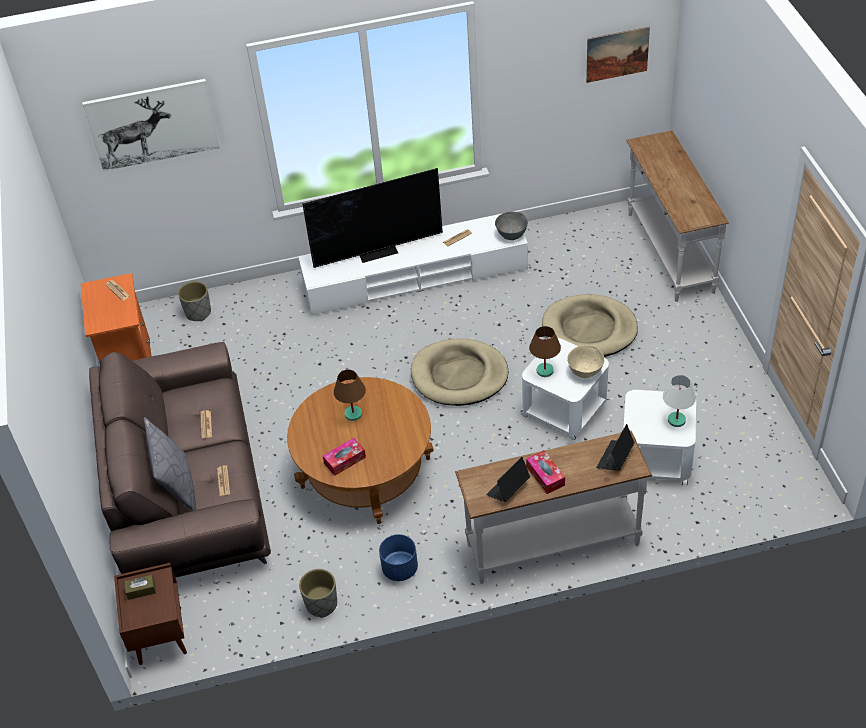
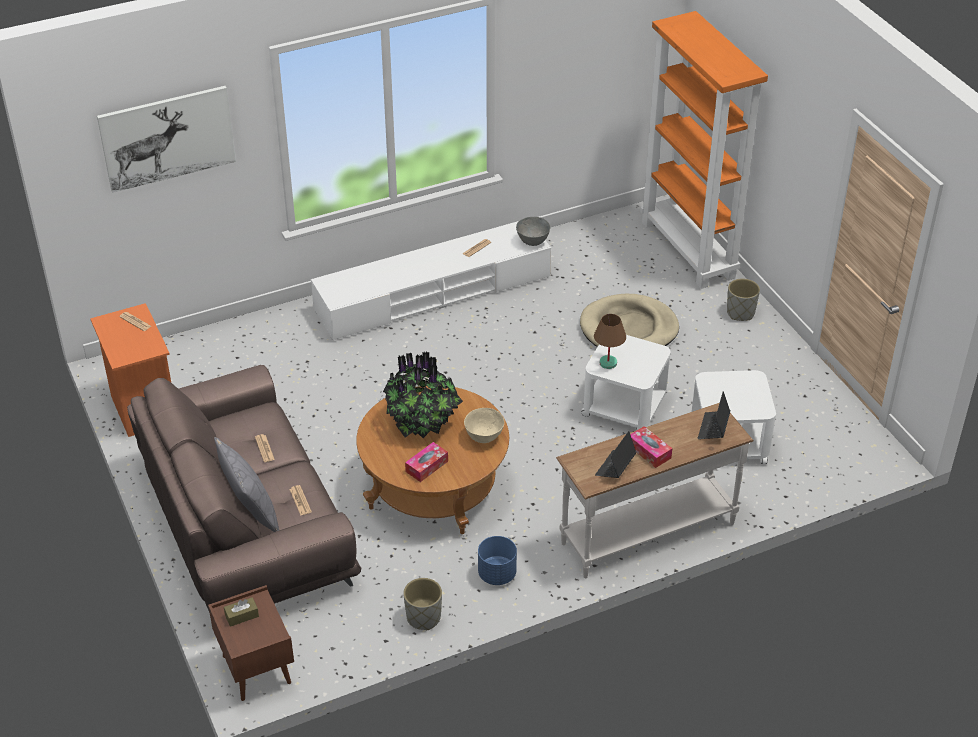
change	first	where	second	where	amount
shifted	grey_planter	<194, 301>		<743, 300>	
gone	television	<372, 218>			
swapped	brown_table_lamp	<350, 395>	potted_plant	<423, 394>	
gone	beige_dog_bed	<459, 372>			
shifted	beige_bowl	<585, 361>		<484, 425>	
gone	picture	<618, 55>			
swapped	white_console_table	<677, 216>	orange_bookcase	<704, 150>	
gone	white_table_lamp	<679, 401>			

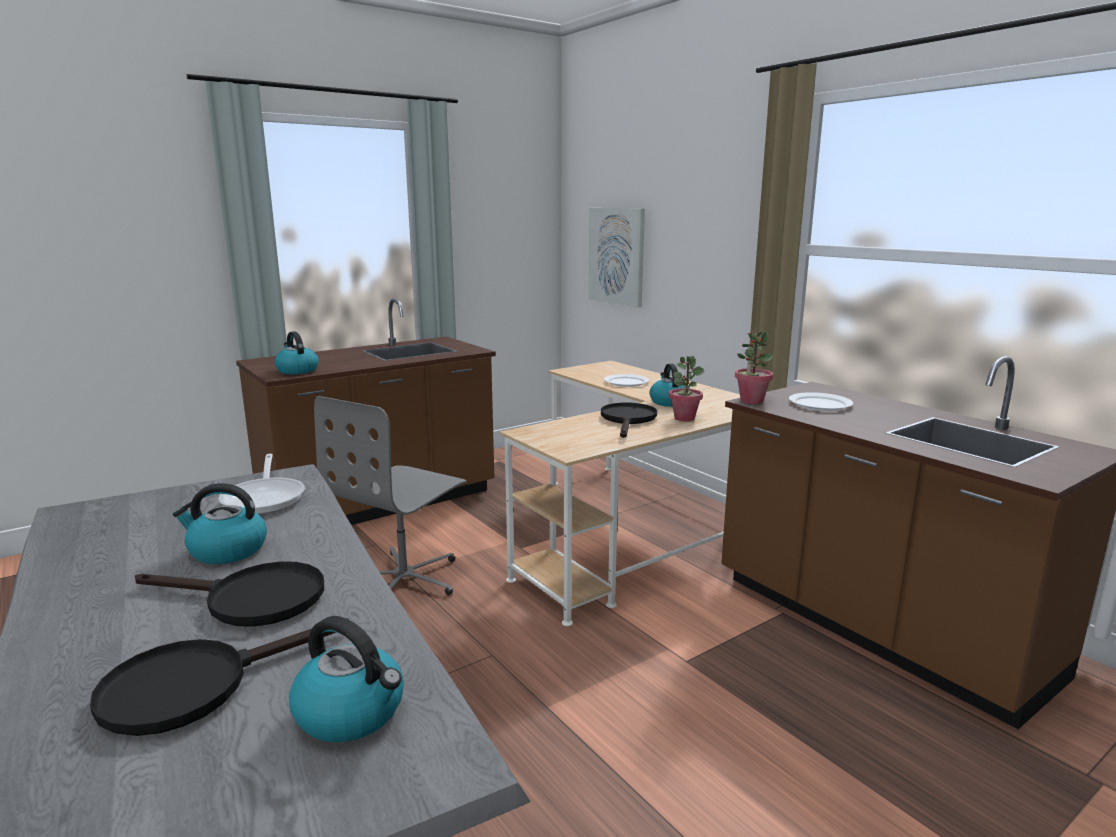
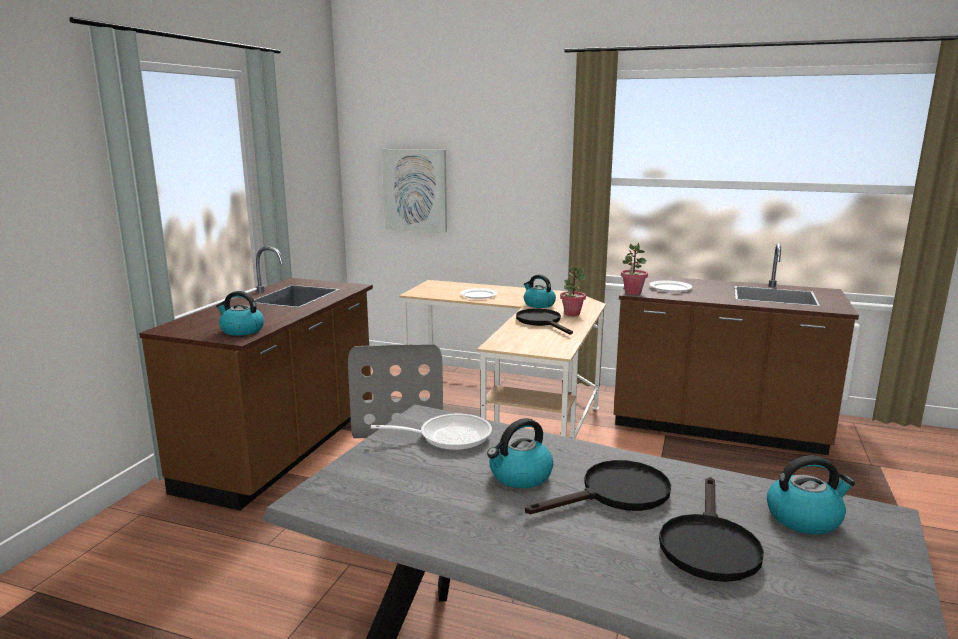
change	first	where	second	where	amount
rotated	frying_pan	<262, 484>		<431, 432>	45 degrees counterclockwise

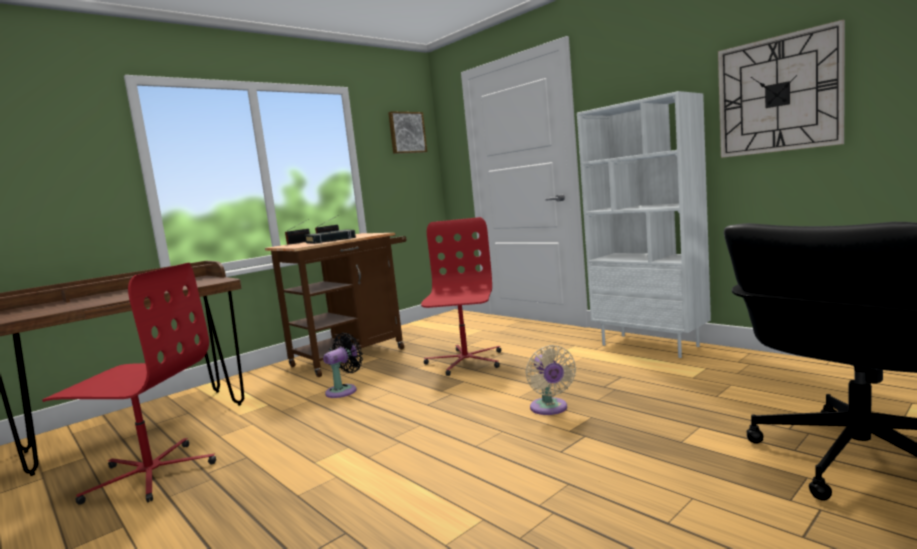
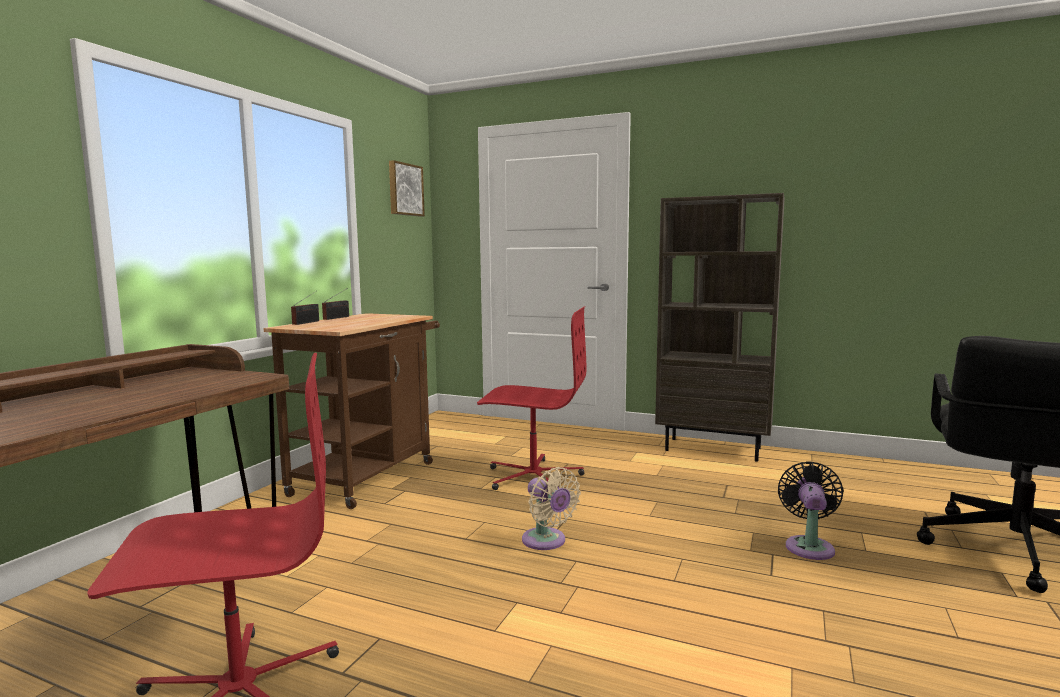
change	first	where	second	where	amount
gone	black_book	<330, 237>			
shifted	black_fan	<343, 365>		<811, 510>	
rotated	red_office_chair	<461, 296>		<531, 398>	120 degrees clockwise
shifted	beige_fan	<550, 380>		<551, 508>	
repainted	white_bookcase	<644, 224>	brown_bookcase	<720, 327>	
gone	wall_clock	<781, 88>			

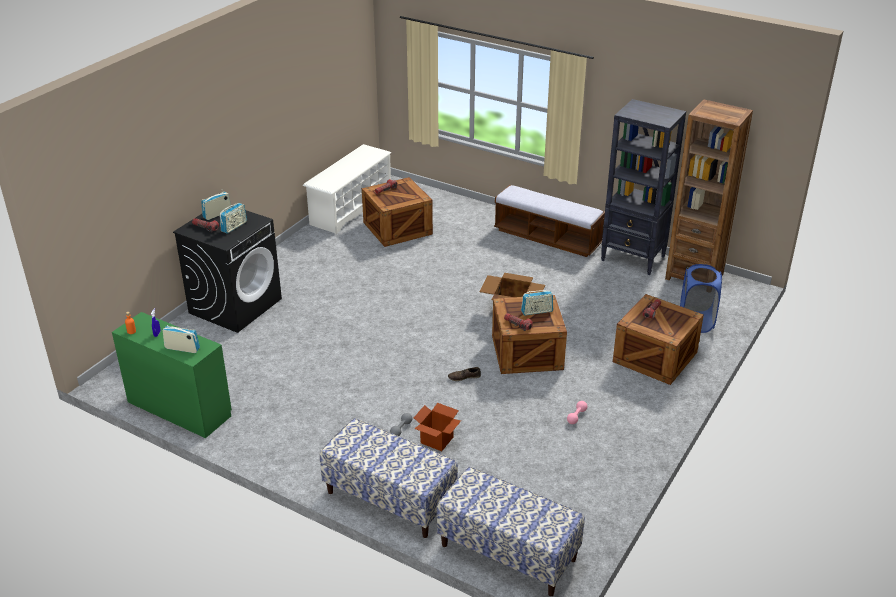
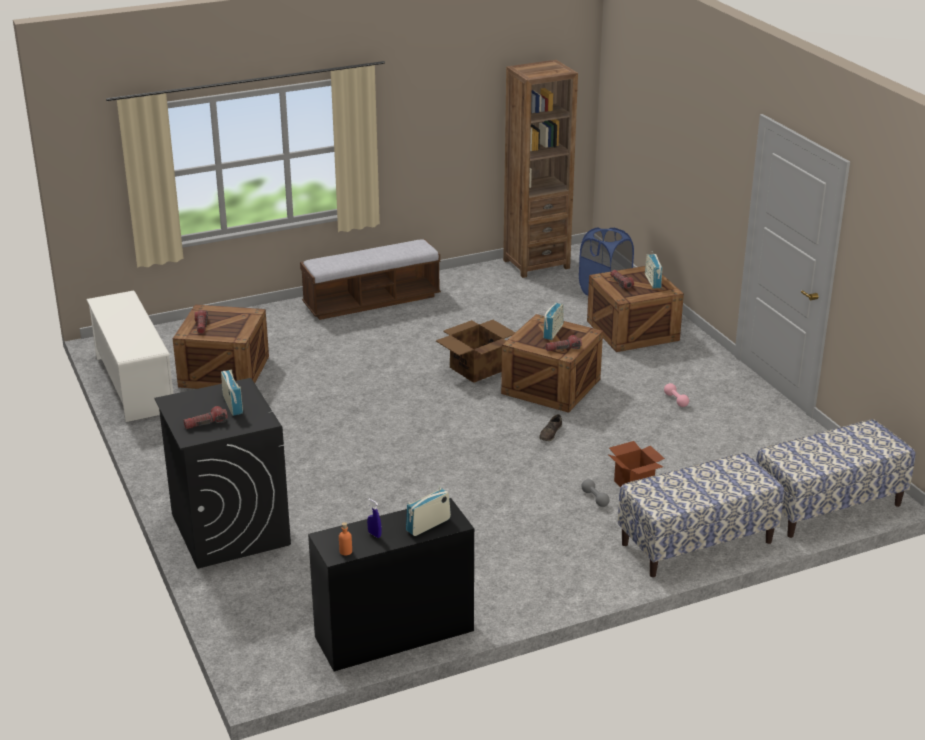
change	first	where	second	where	amount
repainted	green_desk	<172, 375>	black_desk	<391, 584>	
shifted	radio	<216, 204>		<653, 270>	
gone	black_bookcase	<643, 187>			

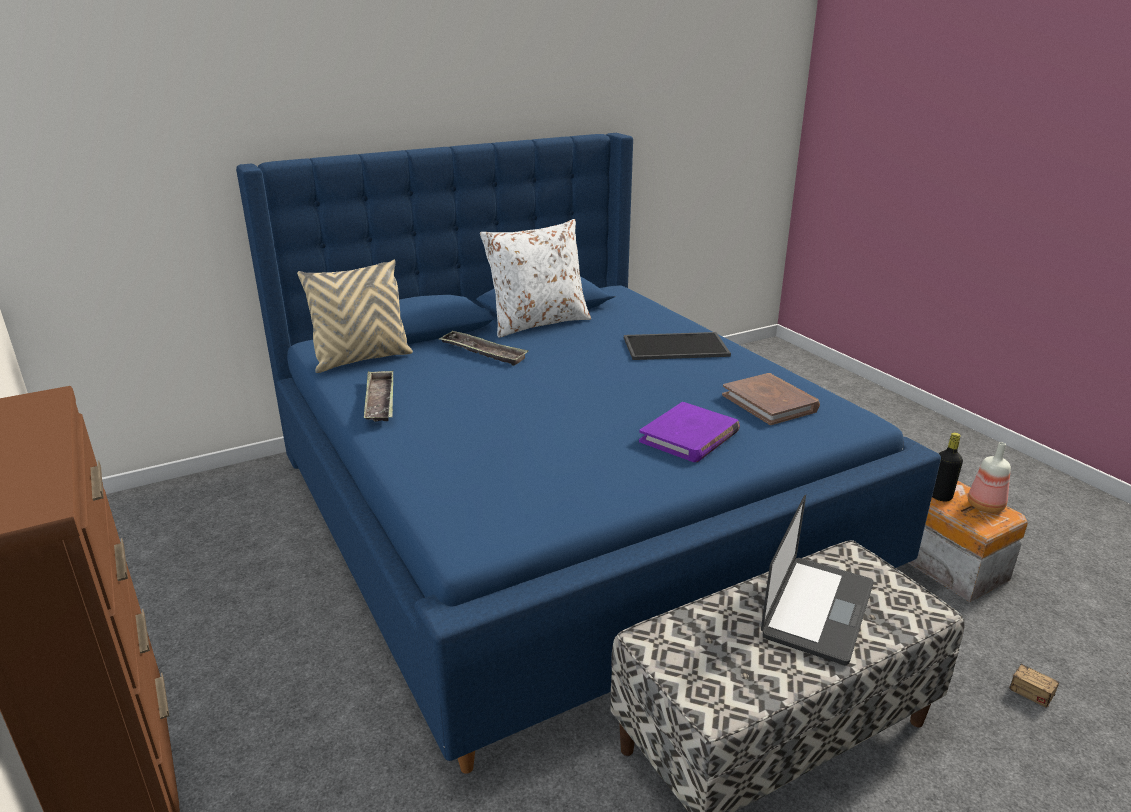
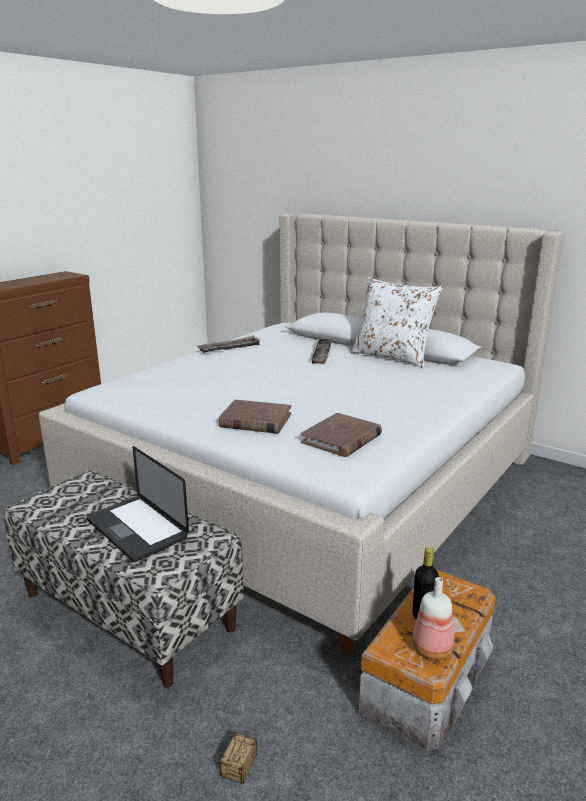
change	first	where	second	where	amount
repainted	blue_bed	<588, 453>	beige_bed	<301, 433>	
gone	beige_pillow	<355, 316>			
gone	tray	<677, 346>			
repainted	purple_book	<689, 432>	brown_book	<254, 417>	
rotated	laptop	<817, 580>		<137, 504>	45 degrees clockwise

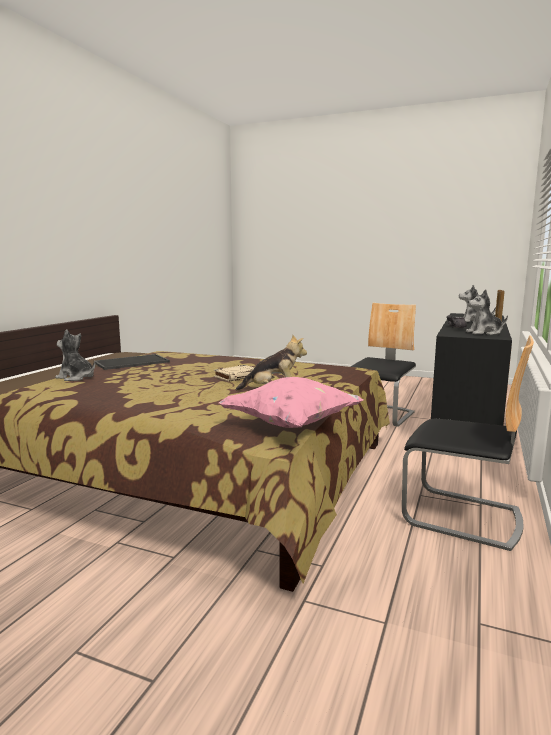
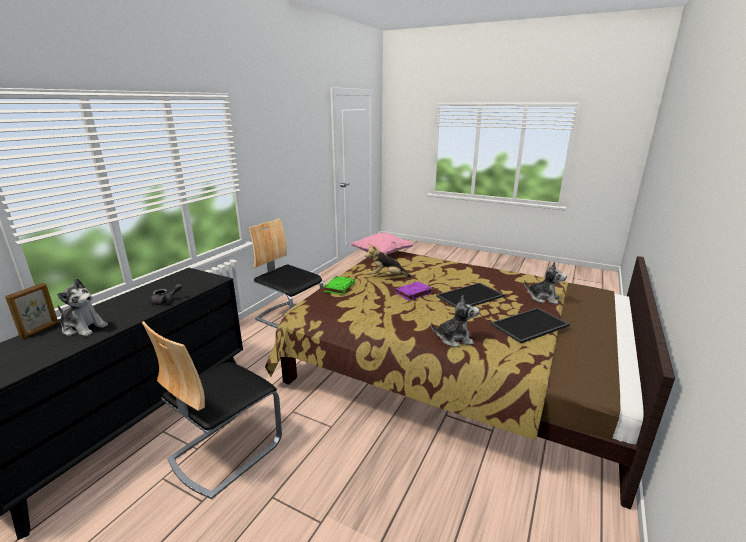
change	first	where	second	where	amount
repainted	beige_book	<234, 373>	purple_book	<413, 291>	
shifted	plush_toy	<487, 312>		<455, 321>	
new			green_book	<339, 285>	
new			tray	<470, 295>	

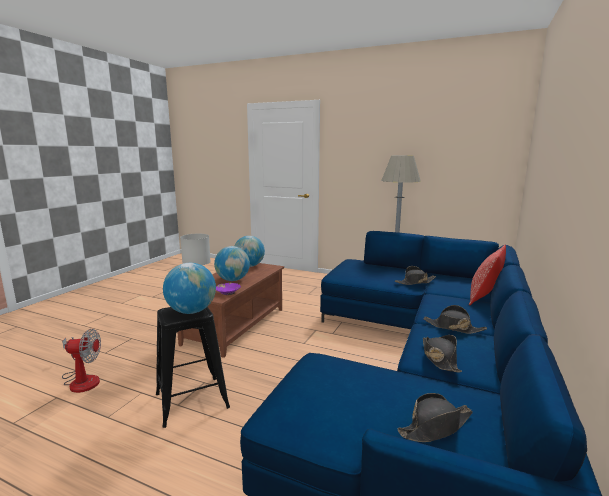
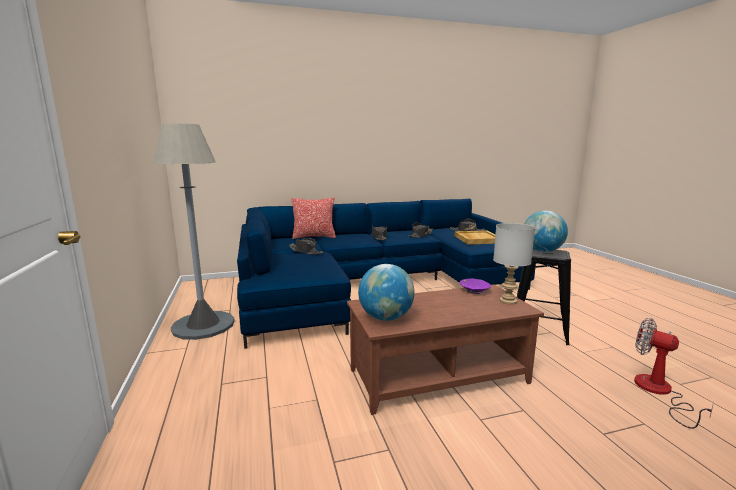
change	first	where	second	where	amount
gone	globe	<232, 263>			
new			beige_tray	<475, 237>	

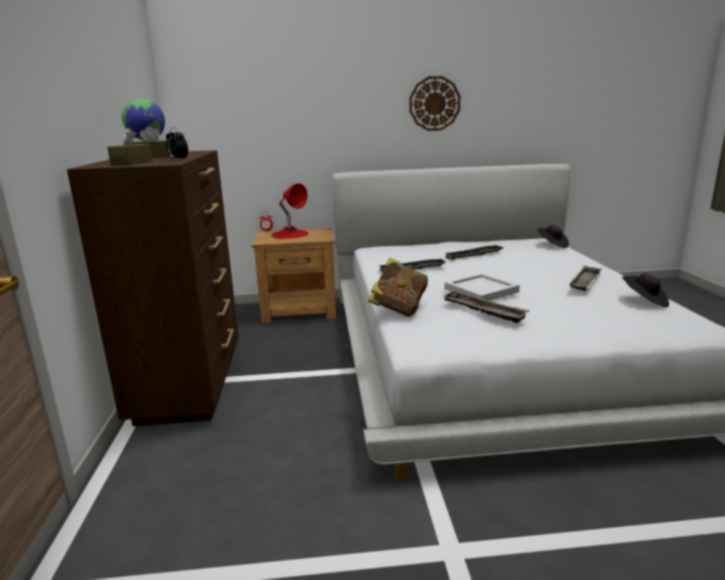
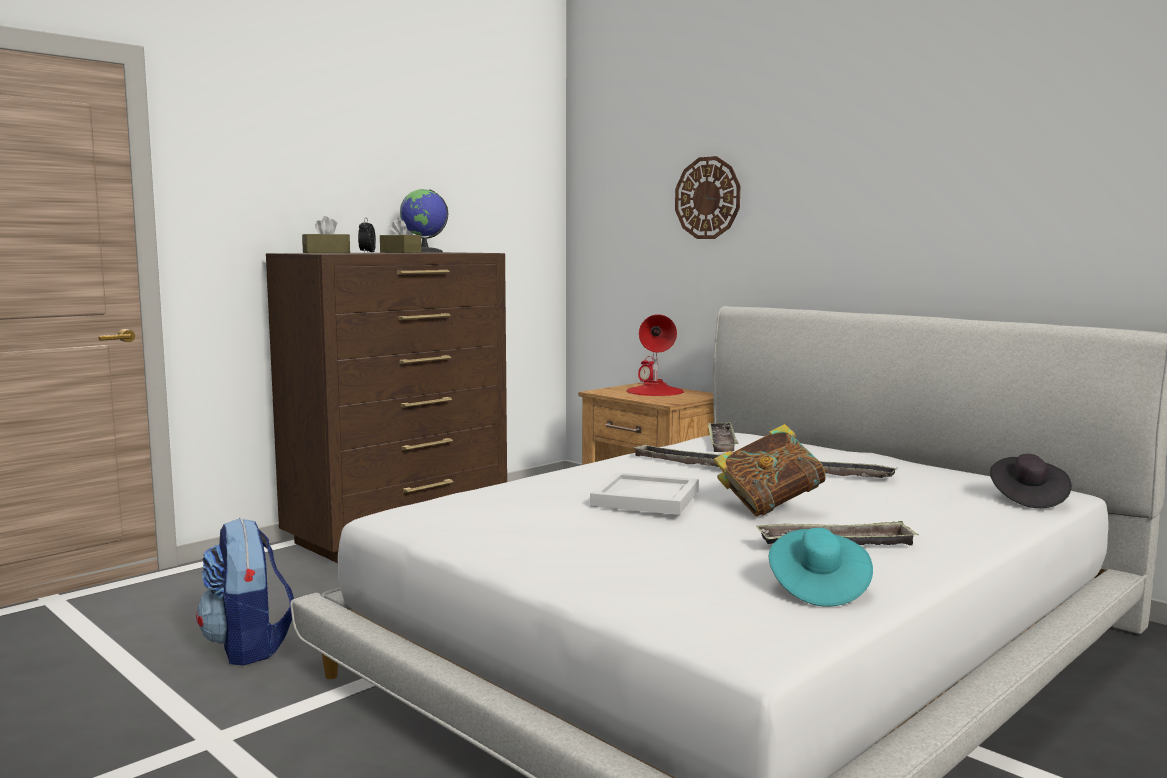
change	first	where	second	where	amount
shifted	book	<398, 287>		<771, 470>	
shifted	wall_clock	<435, 103>		<707, 197>	
shifted	tray	<485, 307>		<723, 437>	
repainted	black_hat	<645, 290>	turquoise_hat	<821, 567>	
new			backpack	<245, 592>	

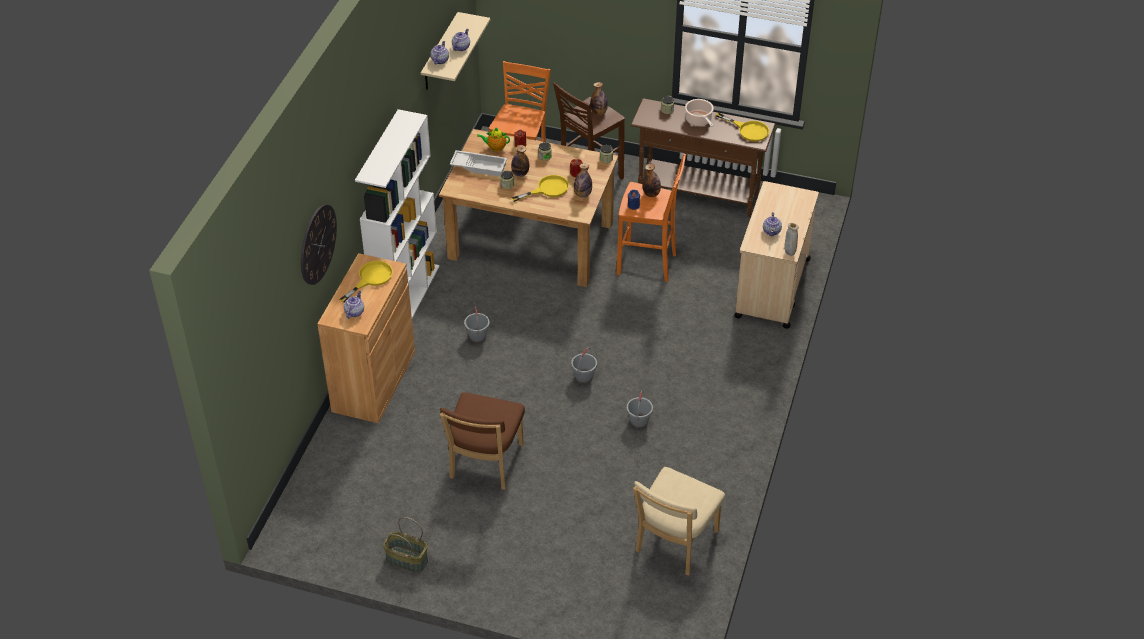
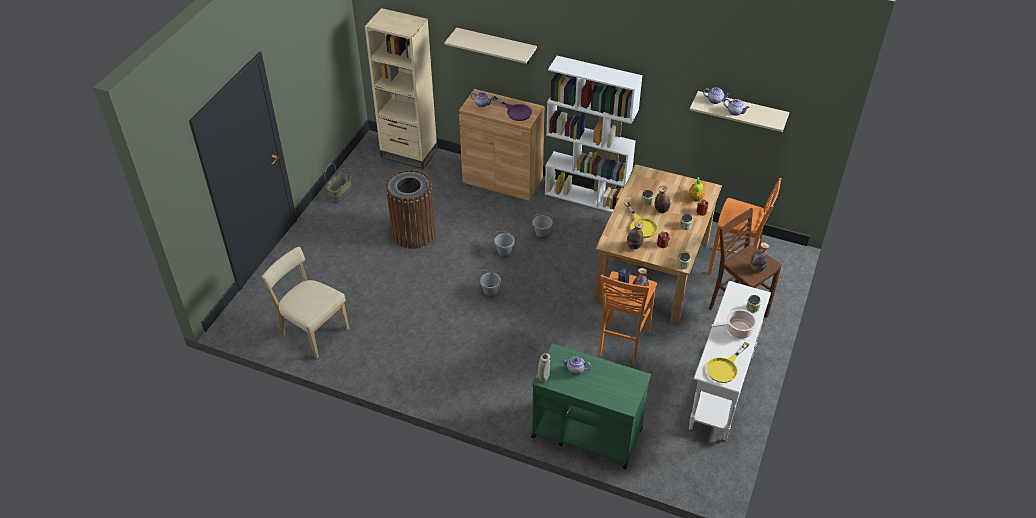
change	first	where	second	where	amount
swapped	wall_clock	<319, 244>	beige_shelf	<490, 46>	
repainted	yellow_frying_pan	<366, 282>	purple_frying_pan	<512, 108>	
swapped	brown_chair	<482, 441>	brown_trash_can	<410, 209>	
gone	white_tray	<478, 163>			
shifted	grey_bucket	<640, 409>		<504, 244>	
repainted	brown_console_table	<703, 157>	white_console_table	<730, 361>	
repainted	beige_cart	<776, 255>	green_cart	<591, 406>	
new			beige_bookcase	<401, 88>	

